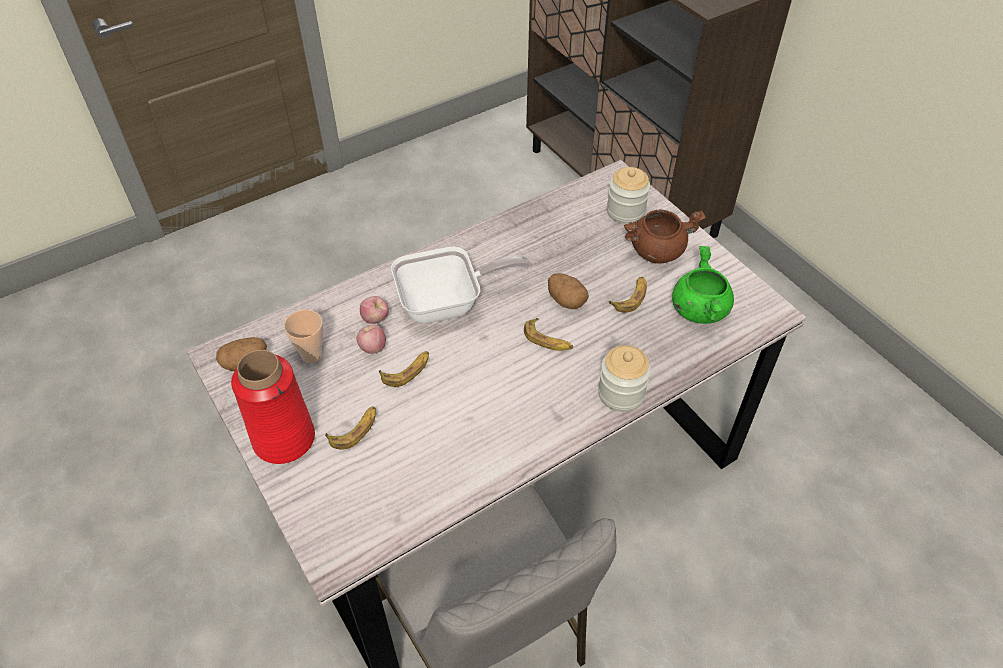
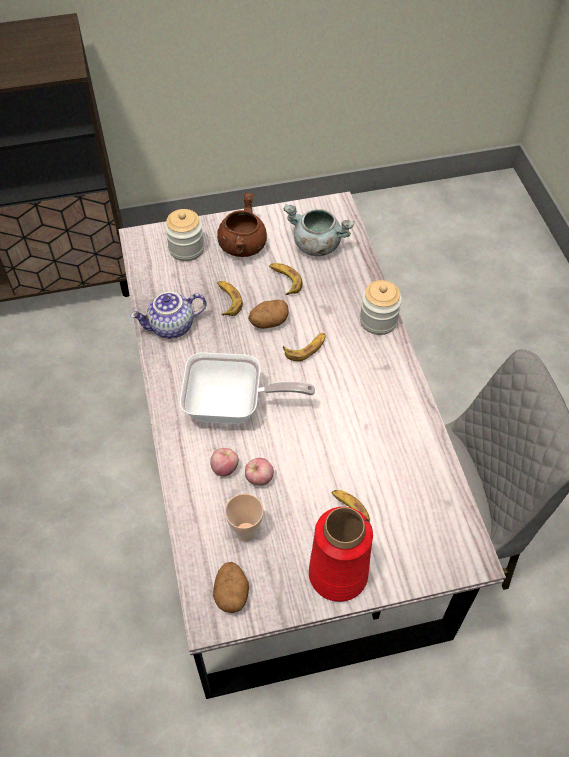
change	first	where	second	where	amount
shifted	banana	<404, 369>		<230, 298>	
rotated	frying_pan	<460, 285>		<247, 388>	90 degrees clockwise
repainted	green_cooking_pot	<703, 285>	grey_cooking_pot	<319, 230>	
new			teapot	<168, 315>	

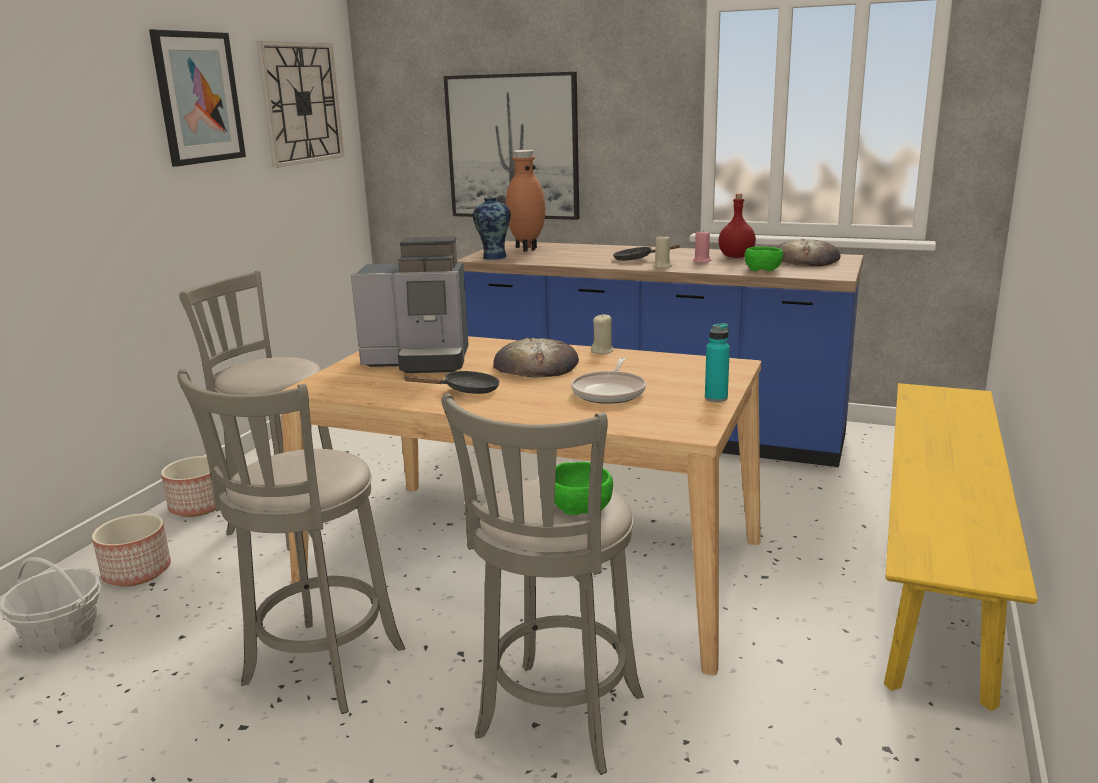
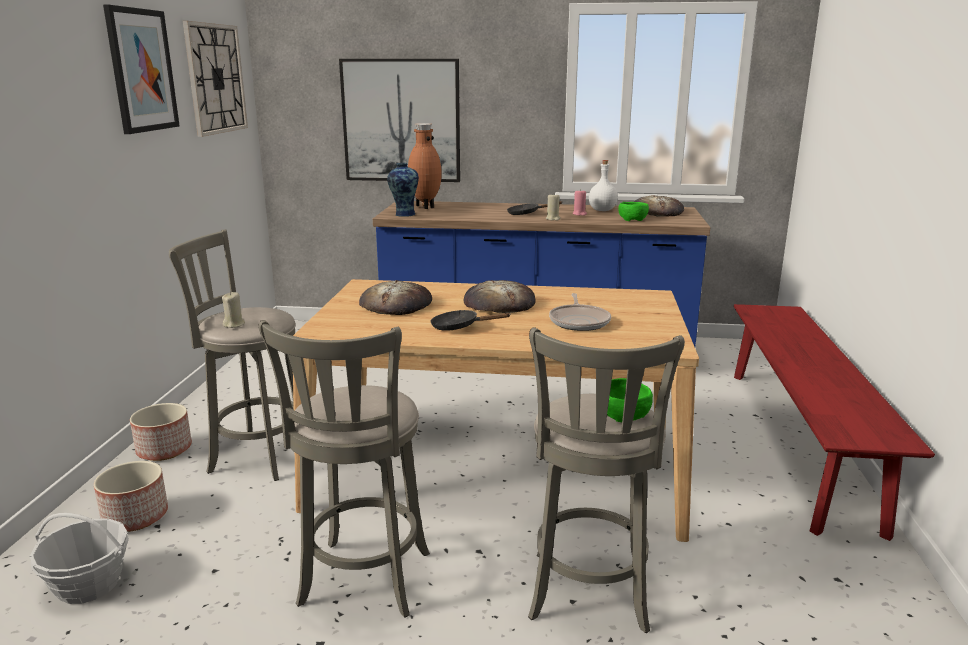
change	first	where	second	where	amount
swapped	coffee_machine	<410, 304>	bread	<395, 297>	
rotated	black_frying_pan	<452, 382>		<470, 320>	135 degrees counterclockwise
shifted	beige_candle	<602, 334>		<233, 310>	
gone	turquoise_bottle	<717, 362>			
repainted	red_bottle	<737, 226>	white_bottle	<603, 185>	
repainted	yellow_bench	<961, 547>	red_bench	<834, 422>	

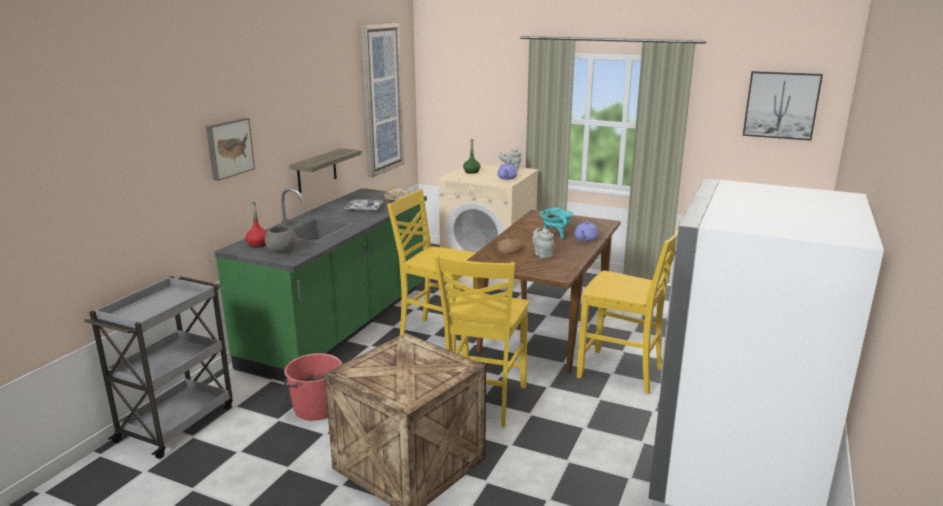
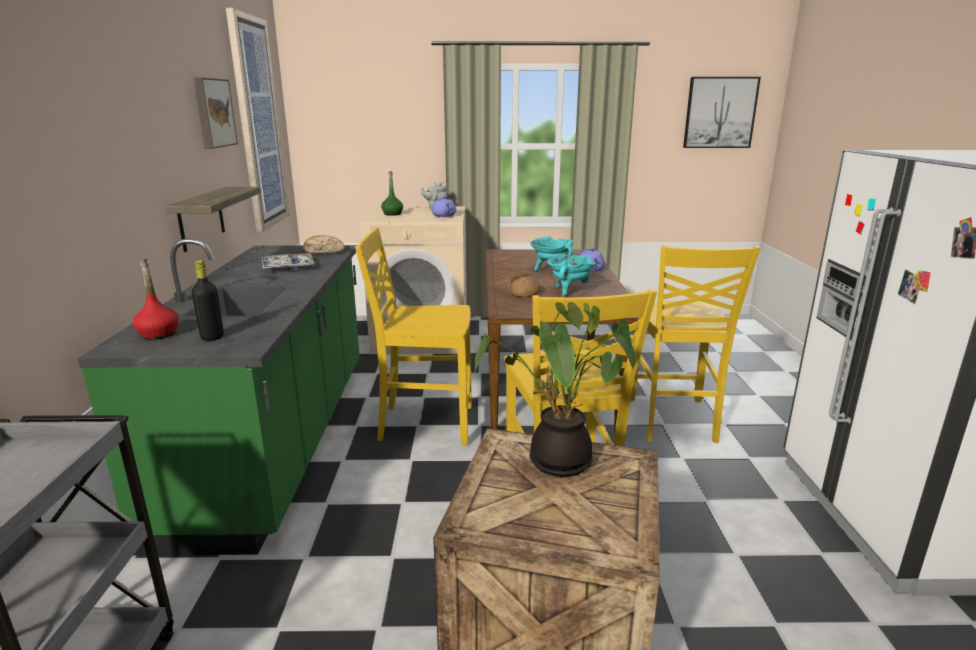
change	first	where	second	where	amount
shifted	picture	<230, 149>		<215, 113>	
swapped	grey_bowl	<281, 239>	black_bottle	<208, 300>	
gone	red_bucket	<313, 387>			
swapped	grey_teapot	<543, 243>	turquoise_cooking_pot	<571, 276>	
rotated	yellow_chair	<629, 307>		<695, 344>	90 degrees clockwise
new			potted_plant	<555, 389>	

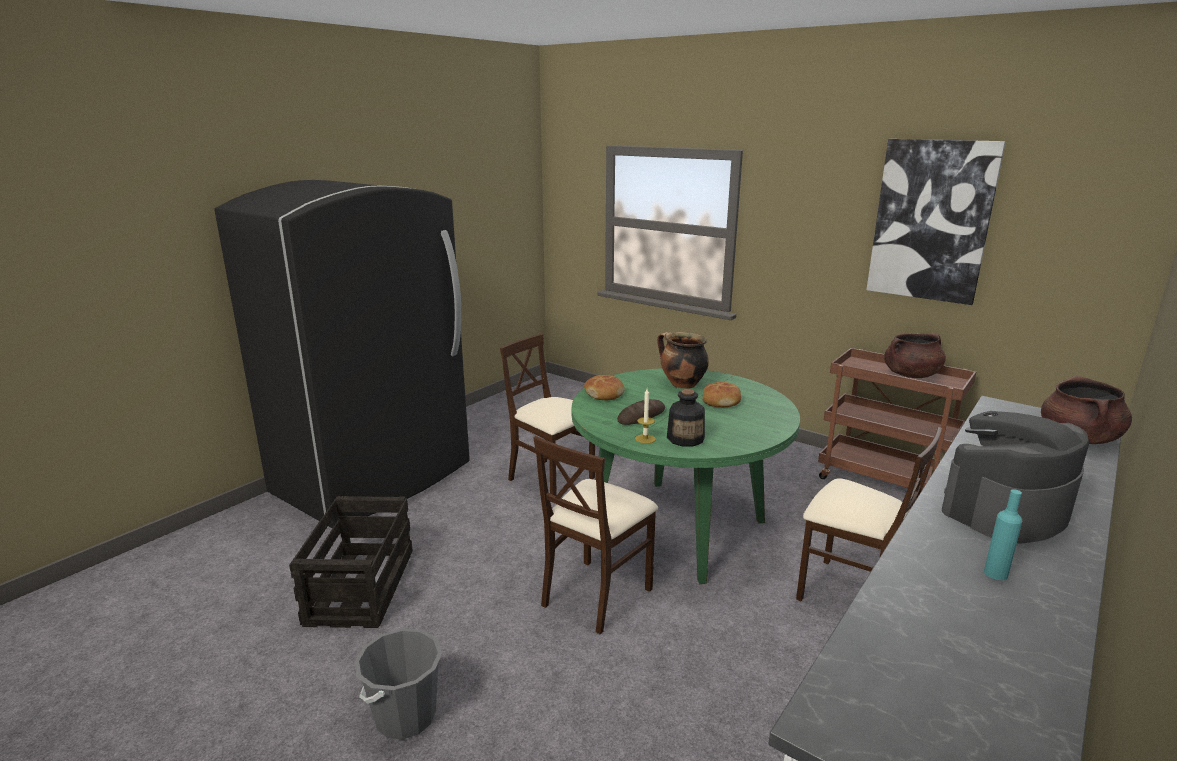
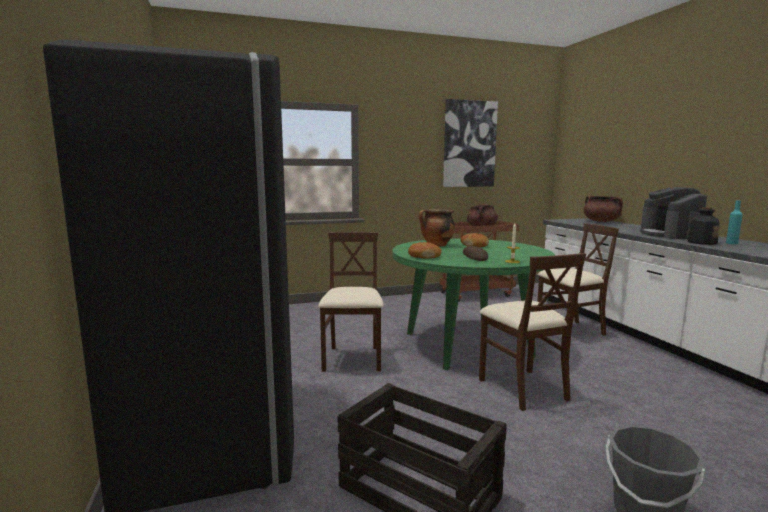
change	first	where	second	where	amount
rotated	beige_chair	<547, 418>		<351, 302>	105 degrees clockwise
shifted	bottle	<686, 417>		<703, 226>	

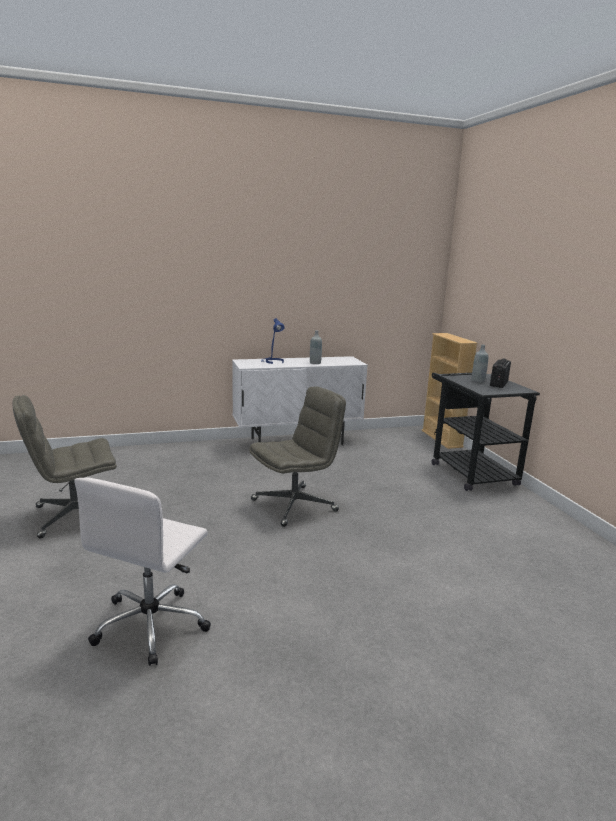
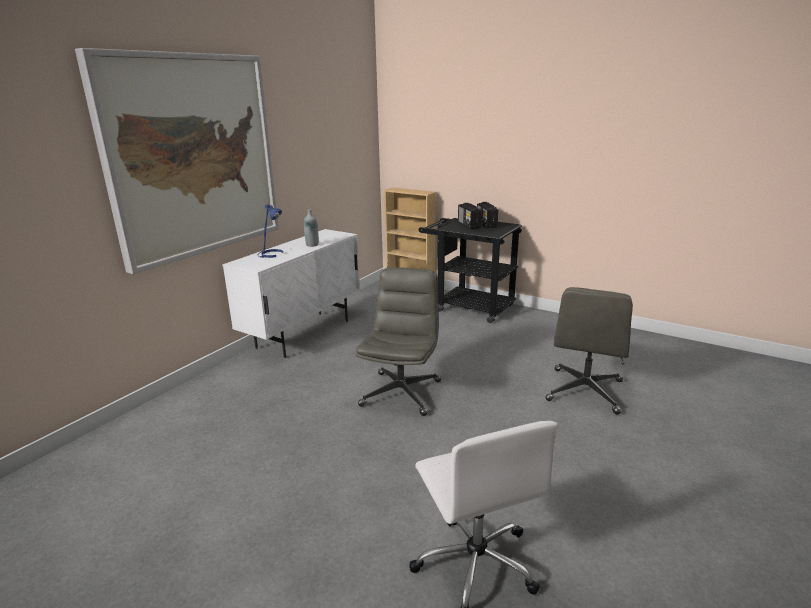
change	first	where	second	where	amount
shifted	grey_office_chair	<64, 466>		<589, 351>	
swapped	grey_bottle	<480, 363>	radio	<470, 216>	
new			picture	<177, 161>	

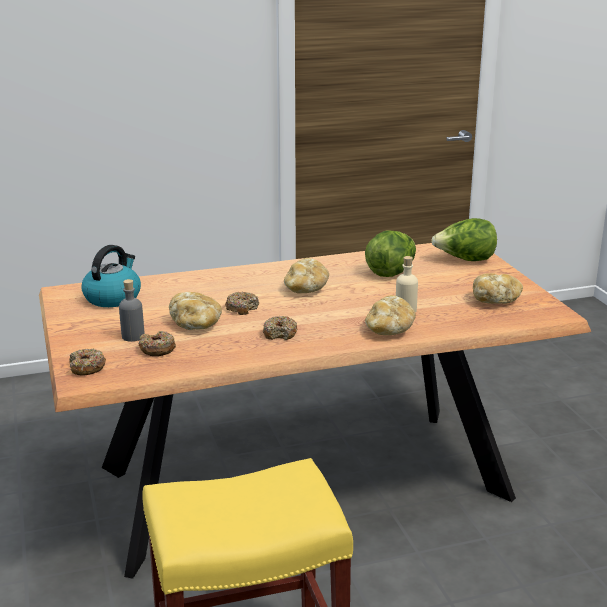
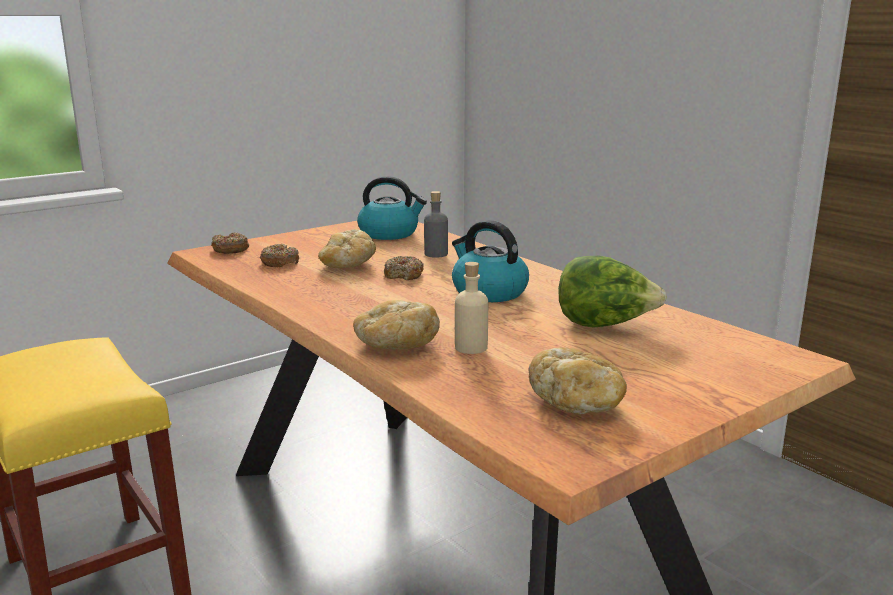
change	first	where	second	where	amount
shifted	grey_bottle	<132, 310>		<436, 224>	
gone	donut	<280, 328>			
swapped	bread	<306, 275>	kettle	<490, 261>	
gone	lettuce	<464, 239>			

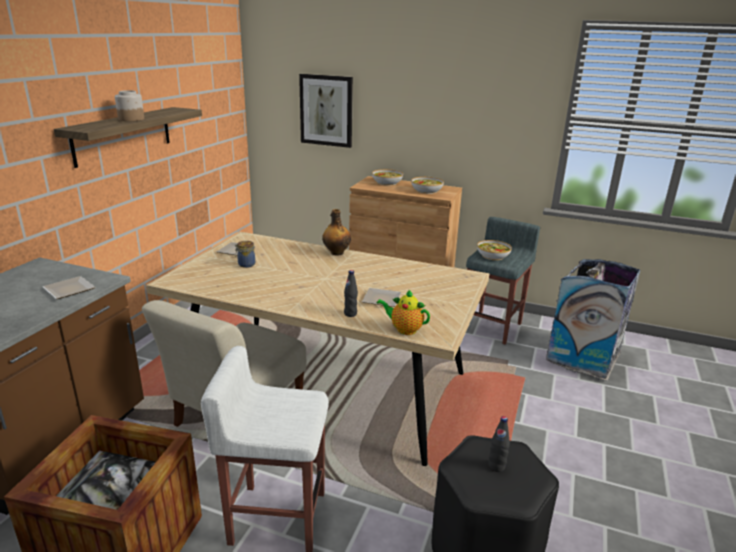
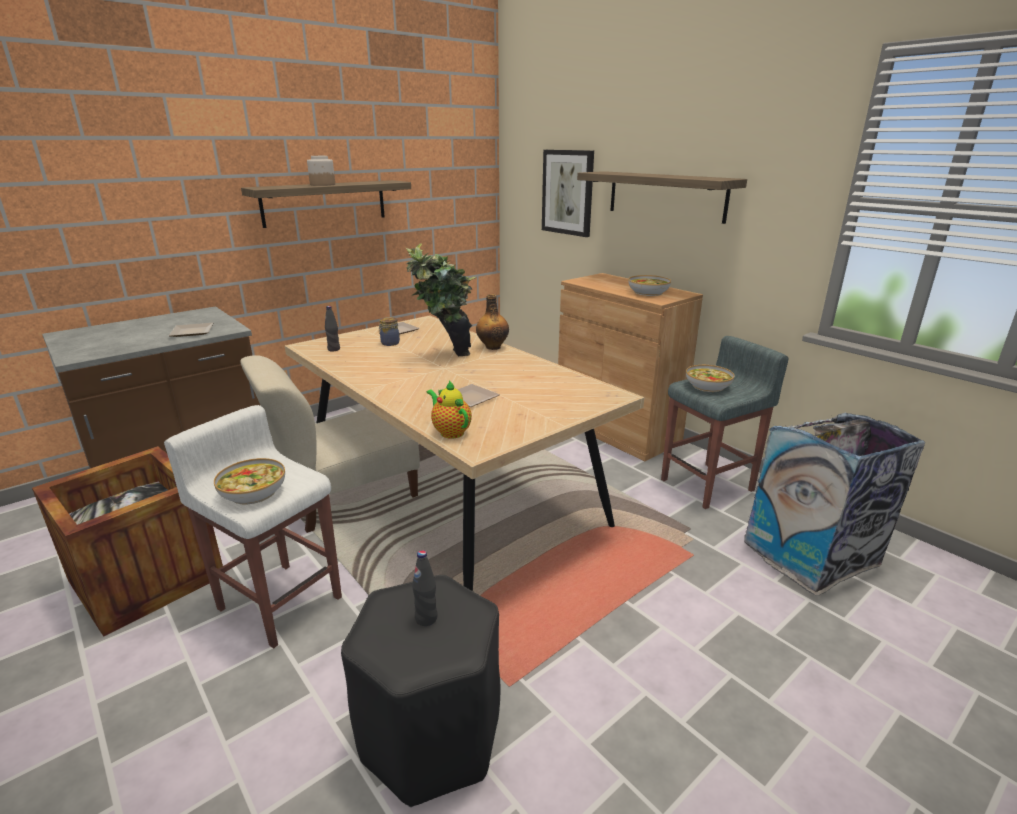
change	first	where	second	where	amount
shifted	black_bottle	<351, 293>		<332, 328>	
shifted	bowl	<387, 177>		<249, 481>	
new			potted_plant	<441, 299>	
new			shelf	<662, 197>	

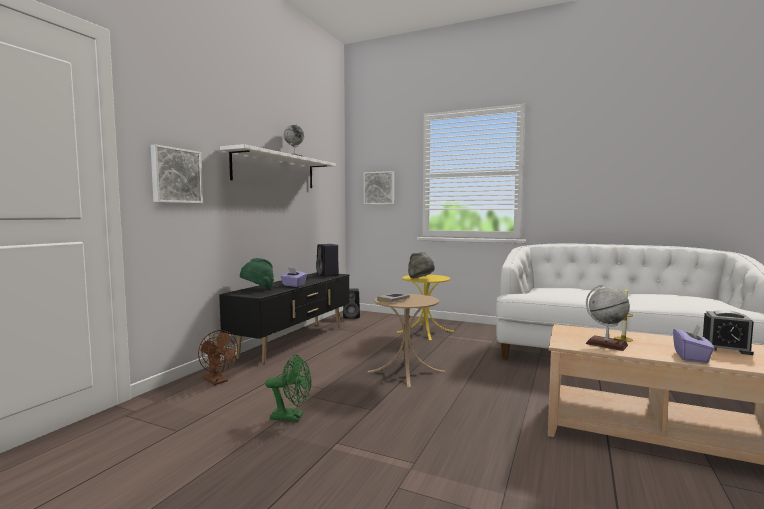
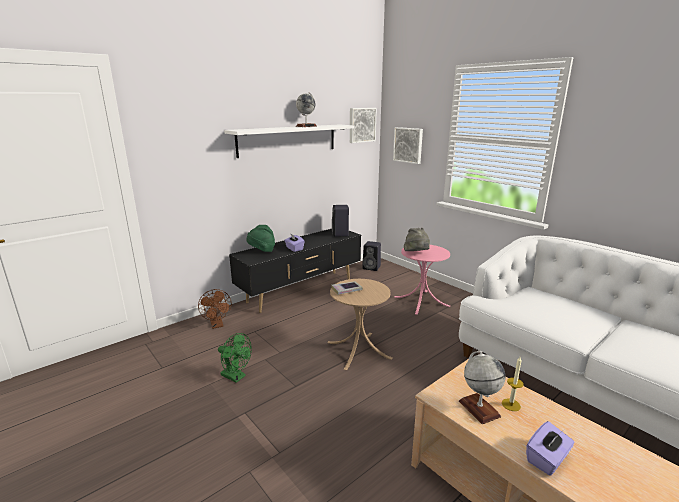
change	first	where	second	where	amount
shifted	picture	<177, 173>		<363, 125>	
repainted	yellow_side_table	<425, 308>	pink_side_table	<422, 280>	
gone	alarm_clock	<728, 332>			

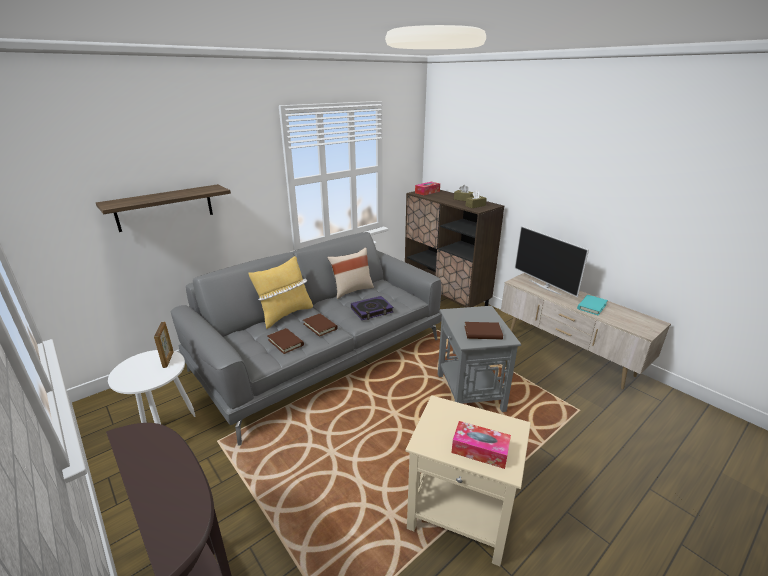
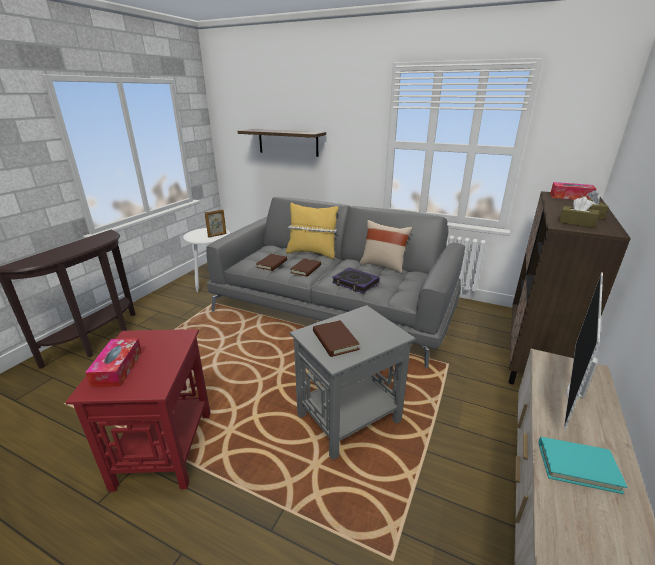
change	first	where	second	where	amount
repainted	beige_side_table	<468, 480>	red_side_table	<138, 410>	

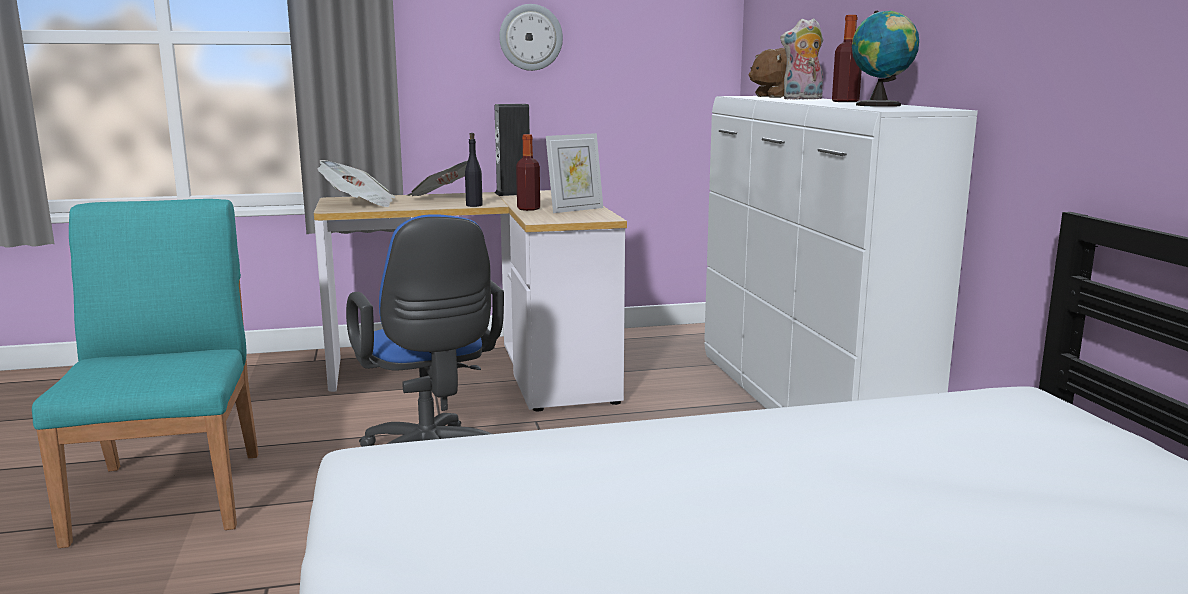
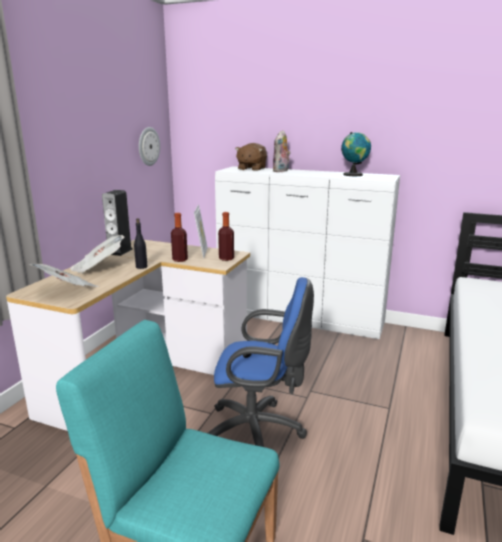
change	first	where	second	where	amount
shifted	wall_clock	<531, 37>		<149, 146>	
shifted	bottle	<847, 58>		<226, 236>	

